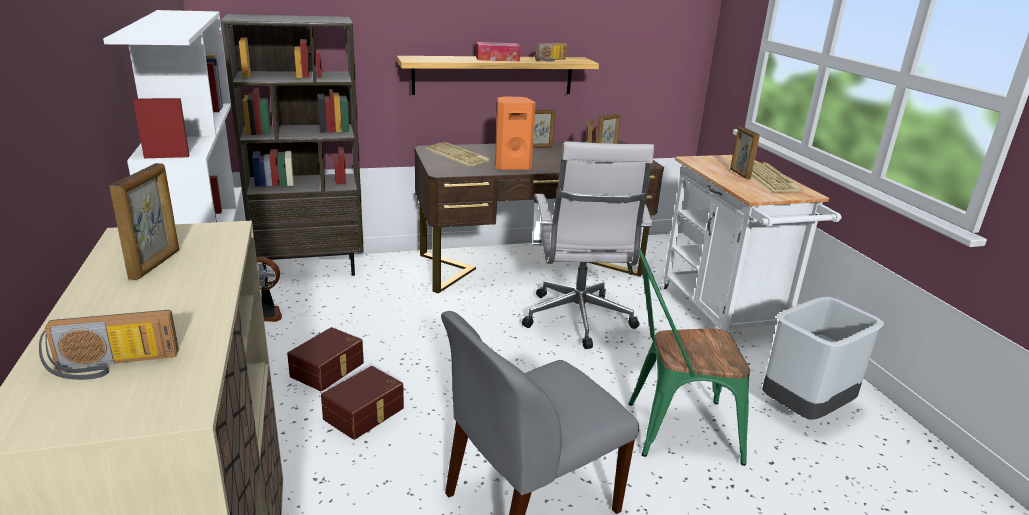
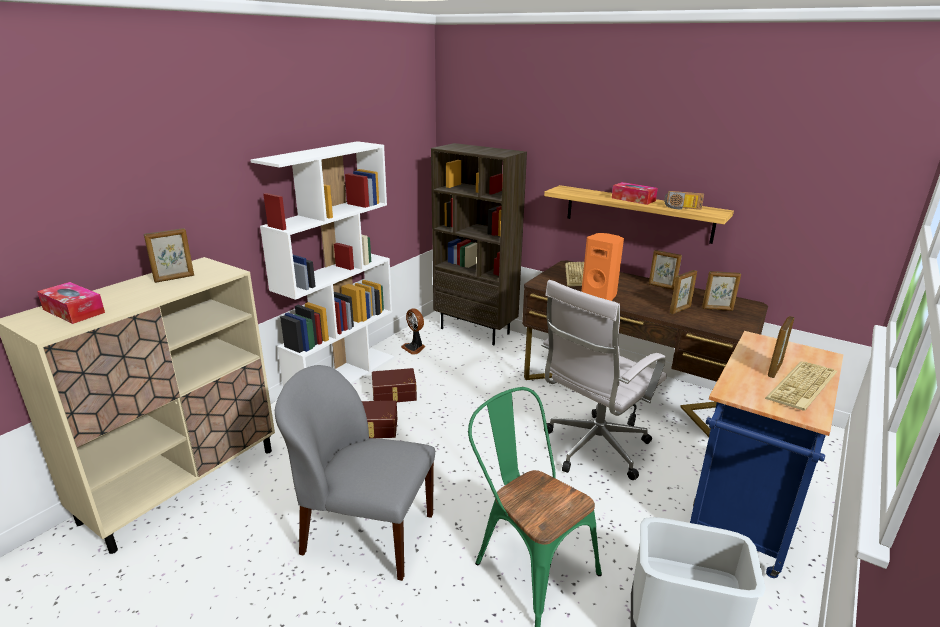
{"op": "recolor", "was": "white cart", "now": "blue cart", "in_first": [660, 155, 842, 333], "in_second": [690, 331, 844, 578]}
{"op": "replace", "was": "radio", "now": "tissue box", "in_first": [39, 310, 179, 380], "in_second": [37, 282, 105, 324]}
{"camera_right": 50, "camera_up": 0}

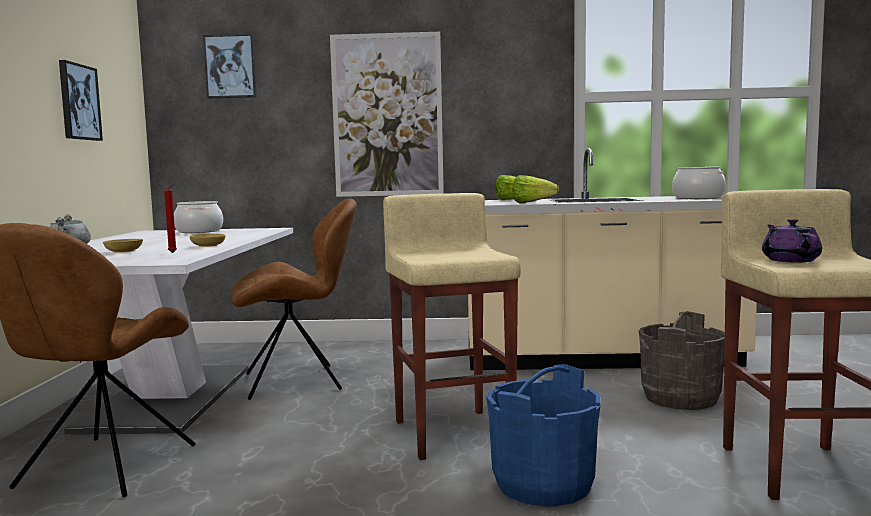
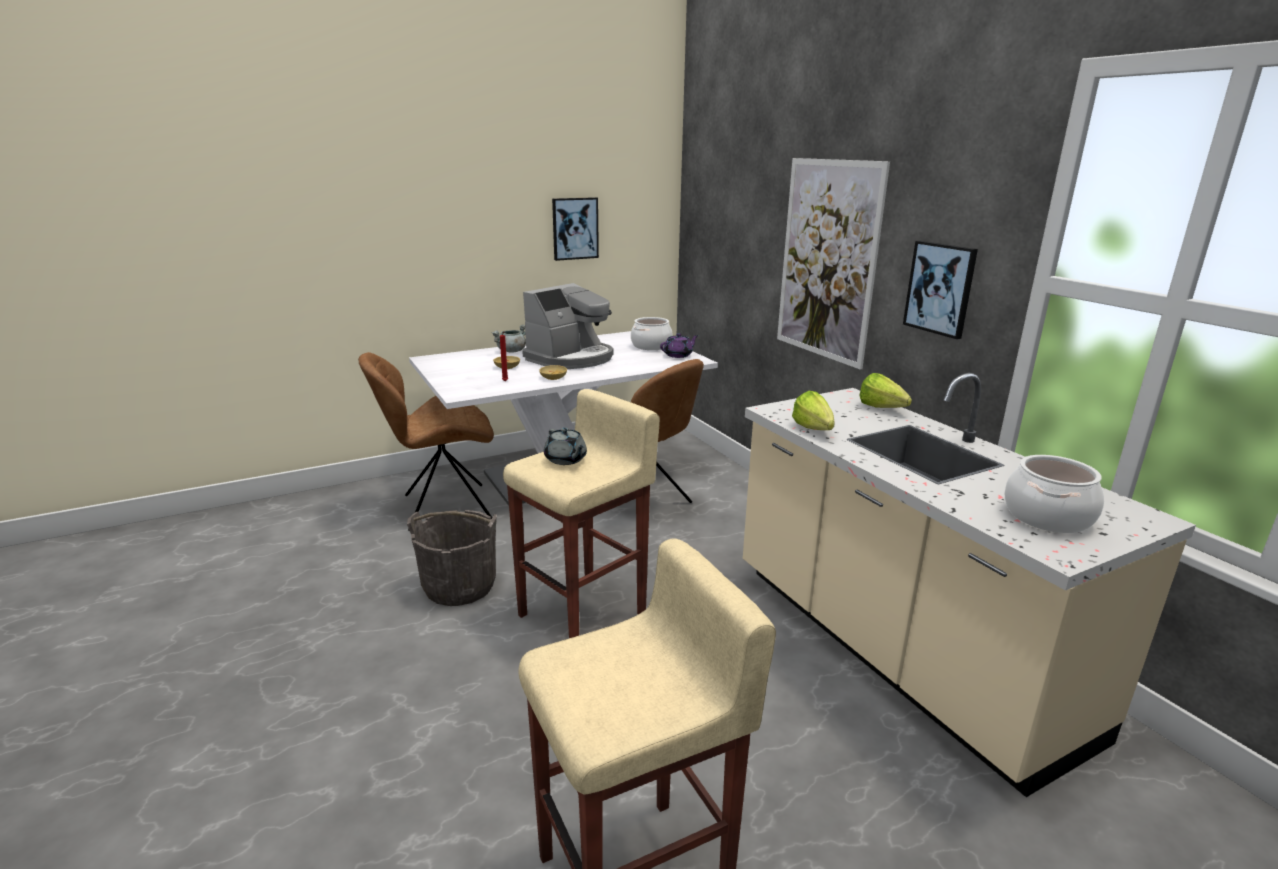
{"op": "move", "was": "picture", "in_first": [203, 34, 256, 98], "in_second": [903, 241, 978, 339]}
{"op": "move", "was": "purple teapot", "in_first": [762, 219, 822, 262], "in_second": [660, 333, 698, 358]}
{"op": "move", "was": "grey bucket", "in_first": [639, 311, 725, 410], "in_second": [407, 510, 497, 606]}
{"op": "delete", "was": "blue bucket", "in_first": [487, 364, 601, 506]}
{"op": "insert", "now": "coffee machine", "in_second": [522, 283, 614, 369]}
{"op": "insert", "now": "grey teapot", "in_second": [544, 428, 587, 465]}
{"camera_right": 60, "camera_up": 15}

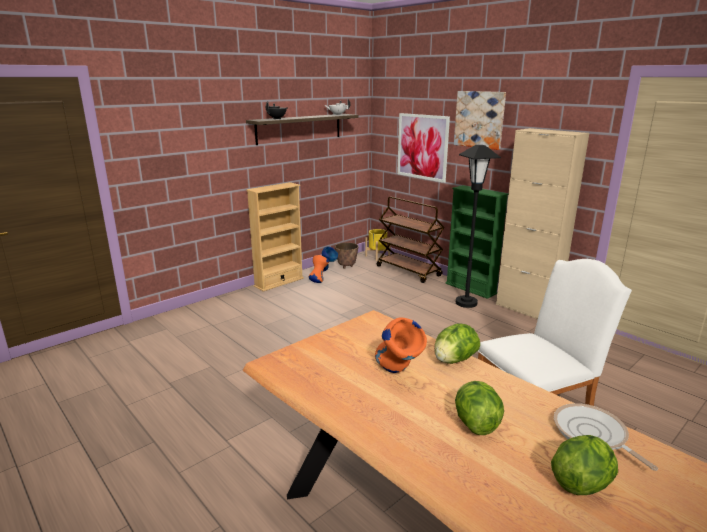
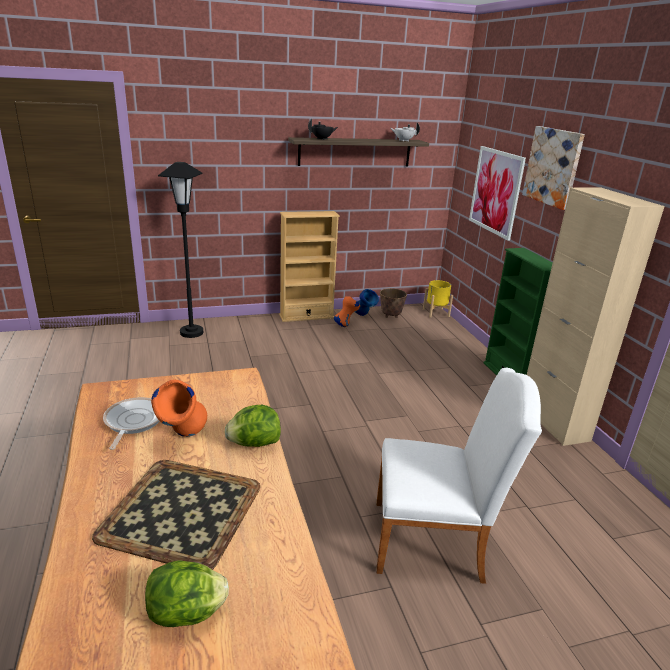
{"op": "move", "was": "black floor lamp", "in_first": [456, 145, 501, 308], "in_second": [158, 162, 203, 338]}
{"op": "delete", "was": "brown cart", "in_first": [377, 197, 445, 283]}
{"op": "replace", "was": "lettuce", "now": "tray", "in_first": [455, 381, 504, 435], "in_second": [92, 460, 261, 570]}
{"op": "move", "was": "frying pan", "in_first": [554, 403, 658, 471], "in_second": [103, 397, 160, 450]}
{"camera_right": 25, "camera_up": 5}

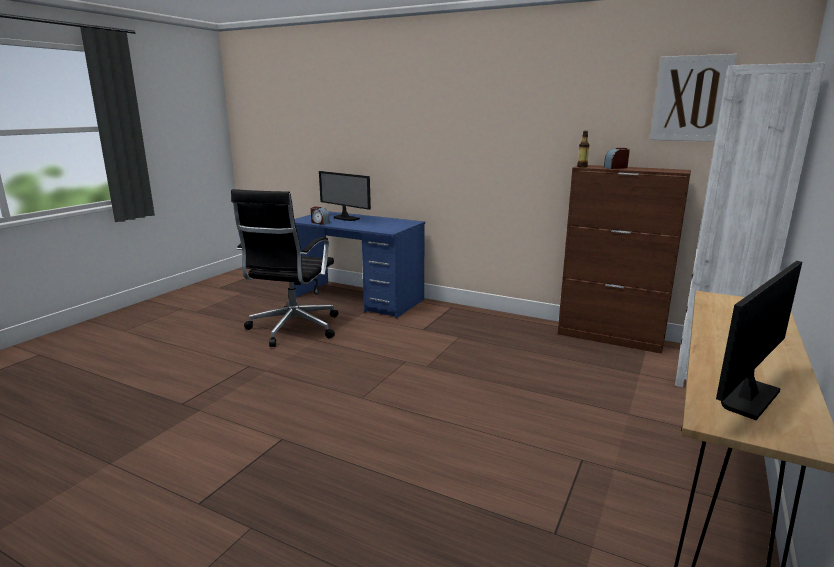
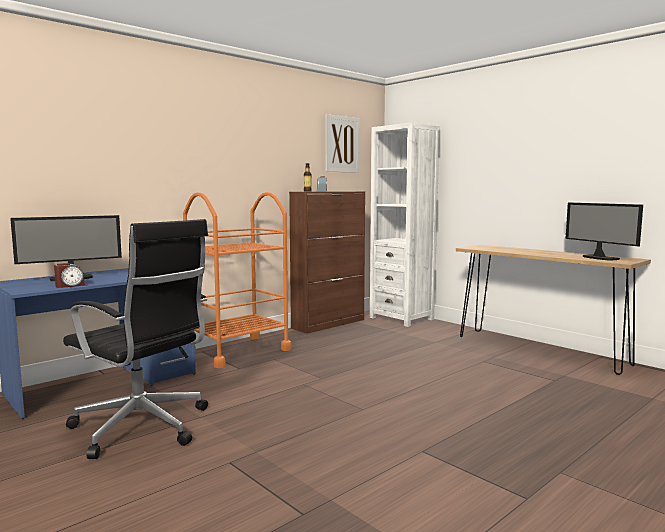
{"op": "insert", "now": "orange cart", "in_second": [183, 192, 292, 368]}
{"camera_right": -70, "camera_up": -10}

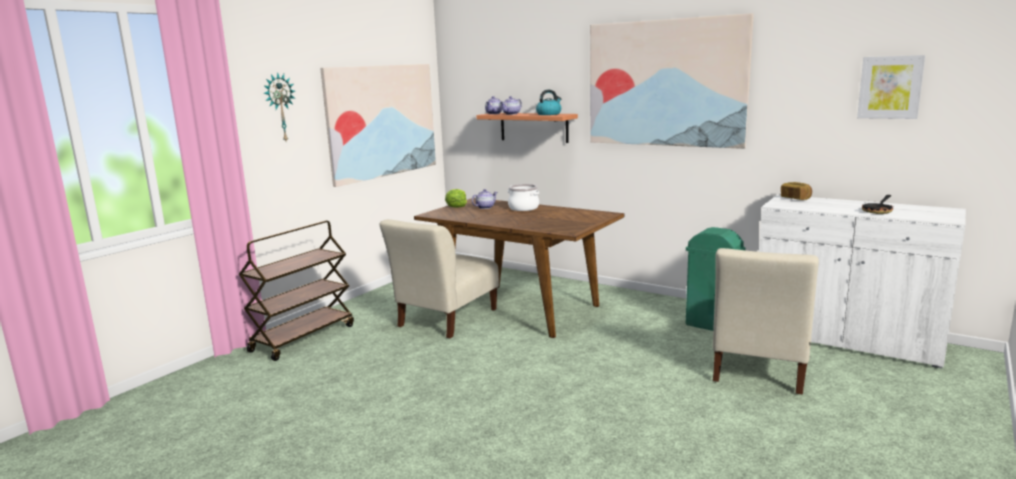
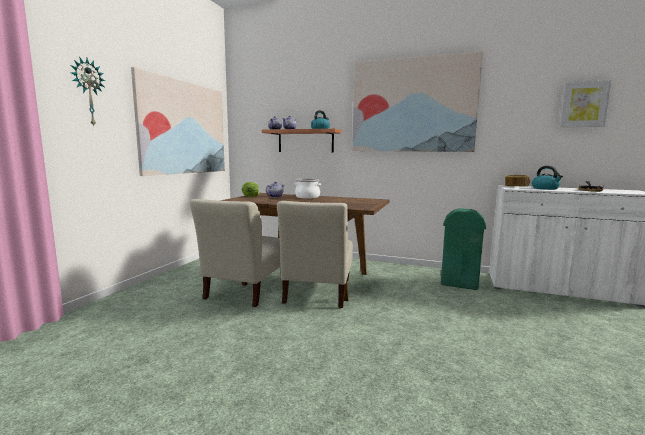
{"op": "delete", "was": "brown cart", "in_first": [239, 221, 354, 361]}
{"op": "move", "was": "beige chair", "in_first": [713, 248, 819, 394], "in_second": [277, 201, 353, 308]}
{"op": "insert", "now": "kettle", "in_second": [532, 166, 563, 190]}
{"camera_right": -15, "camera_up": -5}

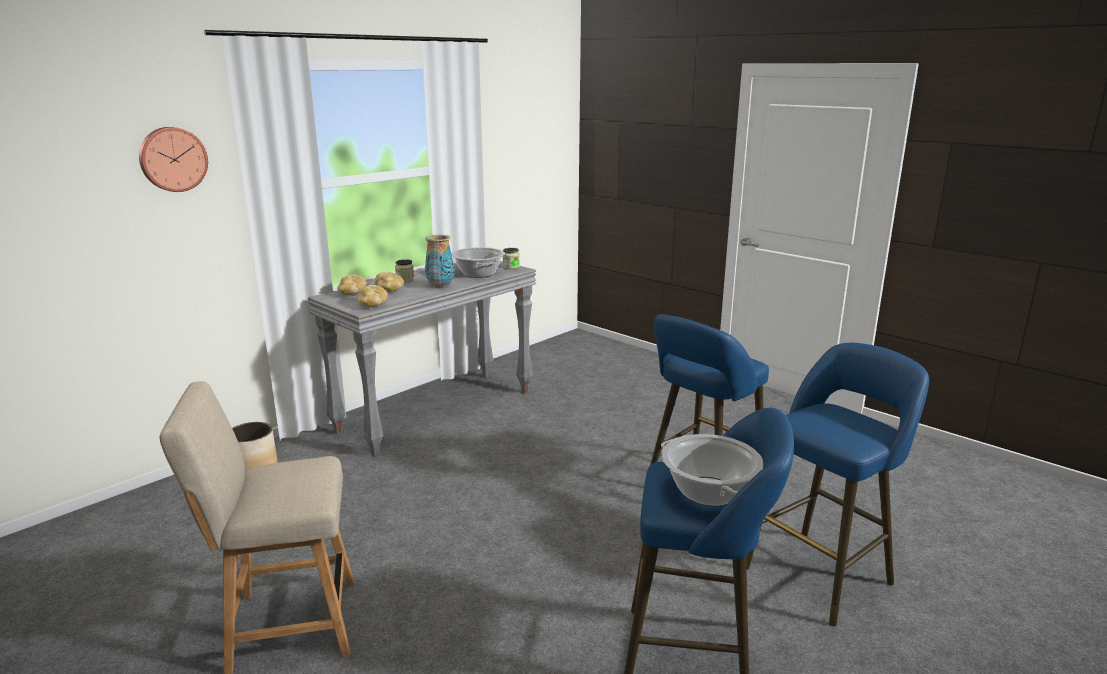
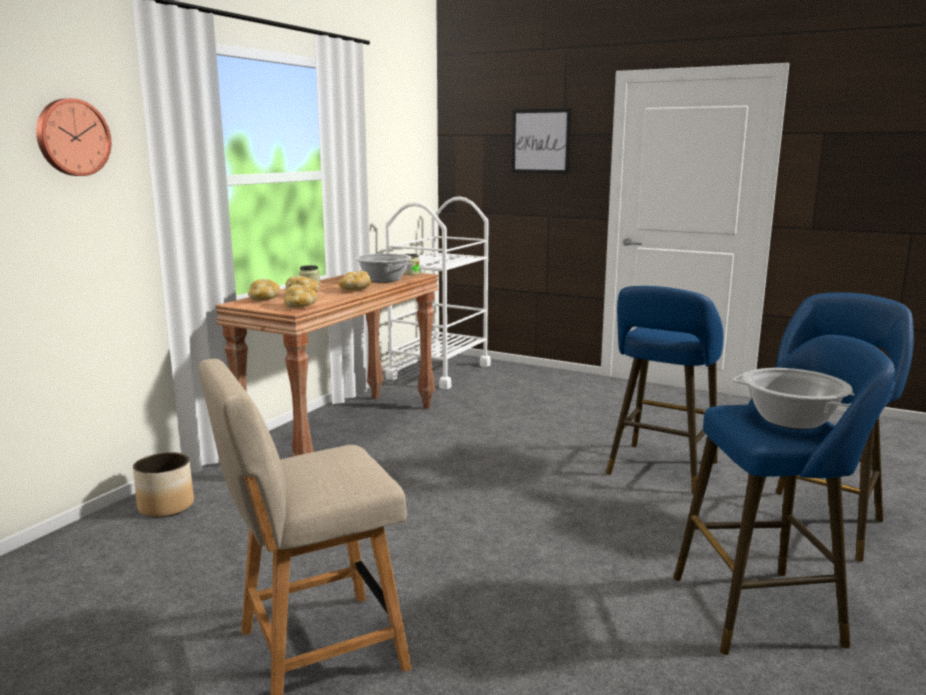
{"op": "replace", "was": "vase", "now": "bread", "in_first": [425, 235, 454, 288], "in_second": [338, 271, 371, 291]}
{"op": "recolor", "was": "grey console table", "now": "brown console table", "in_first": [308, 261, 536, 457], "in_second": [215, 270, 438, 457]}
{"op": "insert", "now": "picture", "in_second": [511, 108, 572, 174]}
{"op": "insert", "now": "white cart", "in_second": [386, 196, 491, 389]}
{"camera_right": -15, "camera_up": -5}

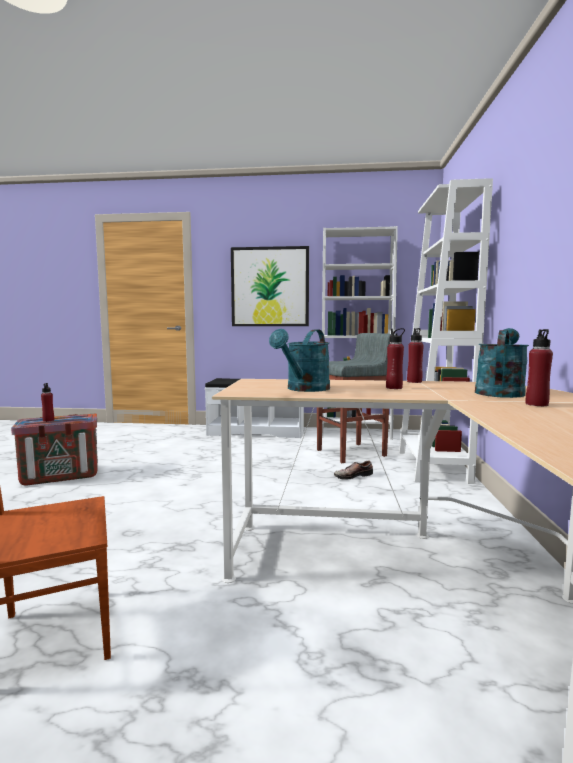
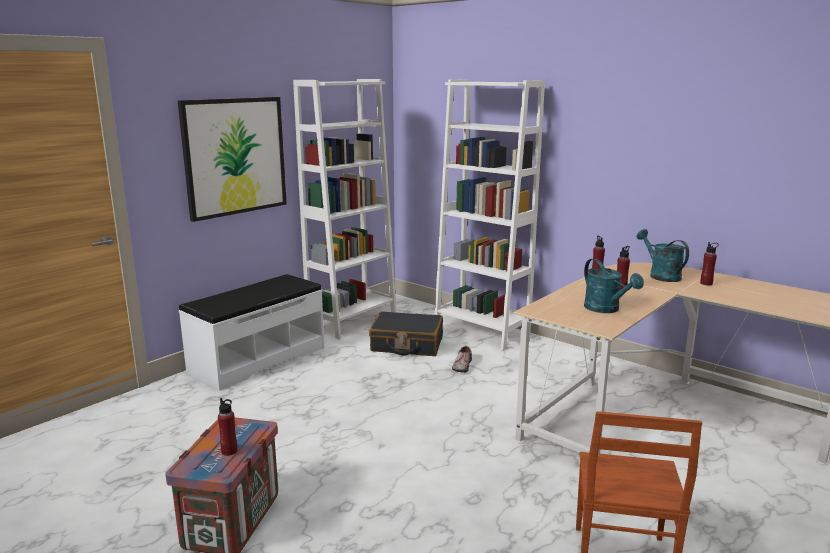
{"op": "replace", "was": "grey stool", "now": "black suitcase", "in_first": [317, 333, 391, 463], "in_second": [369, 311, 443, 356]}
{"camera_right": -55, "camera_up": 10}

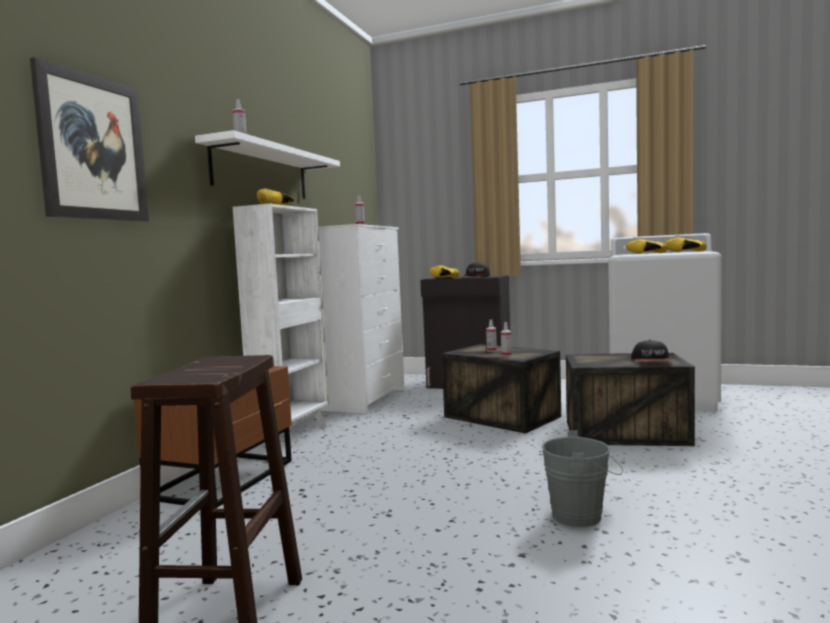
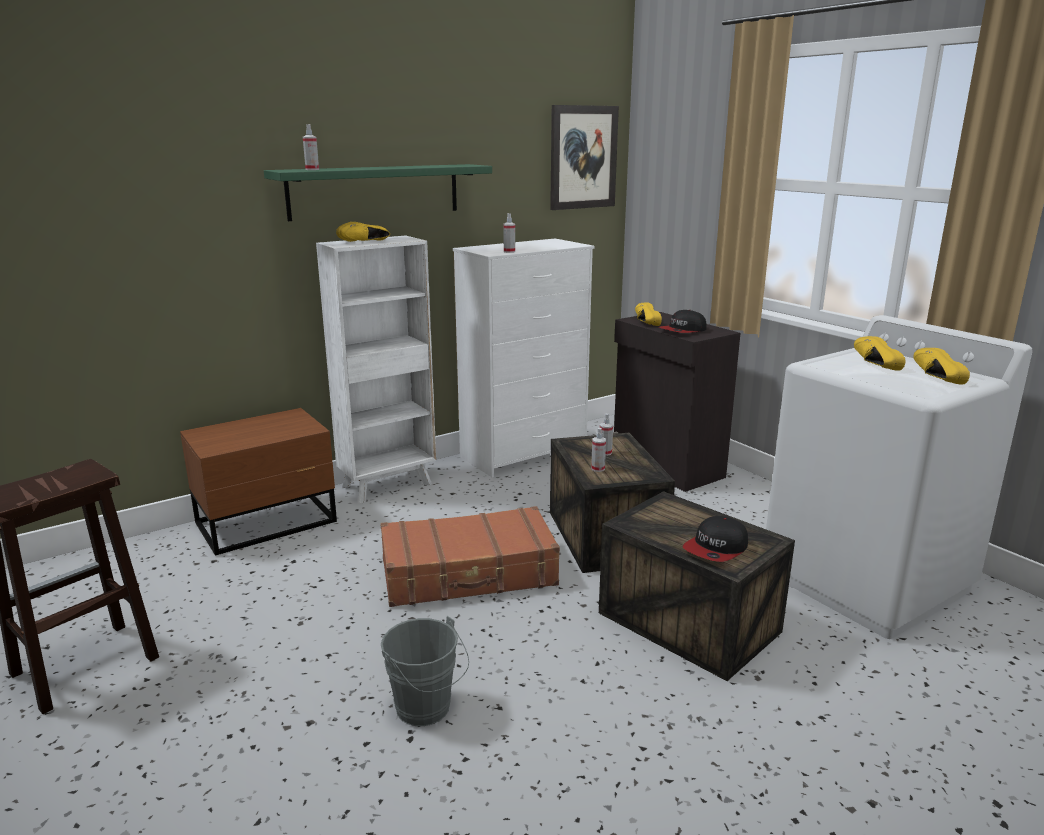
{"op": "move", "was": "picture", "in_first": [30, 57, 149, 222], "in_second": [550, 105, 619, 210]}
{"op": "recolor", "was": "white shelf", "now": "green shelf", "in_first": [195, 130, 340, 199], "in_second": [264, 164, 492, 221]}
{"op": "insert", "now": "brown suitcase", "in_second": [380, 506, 560, 607]}
{"camera_right": 35, "camera_up": 15}

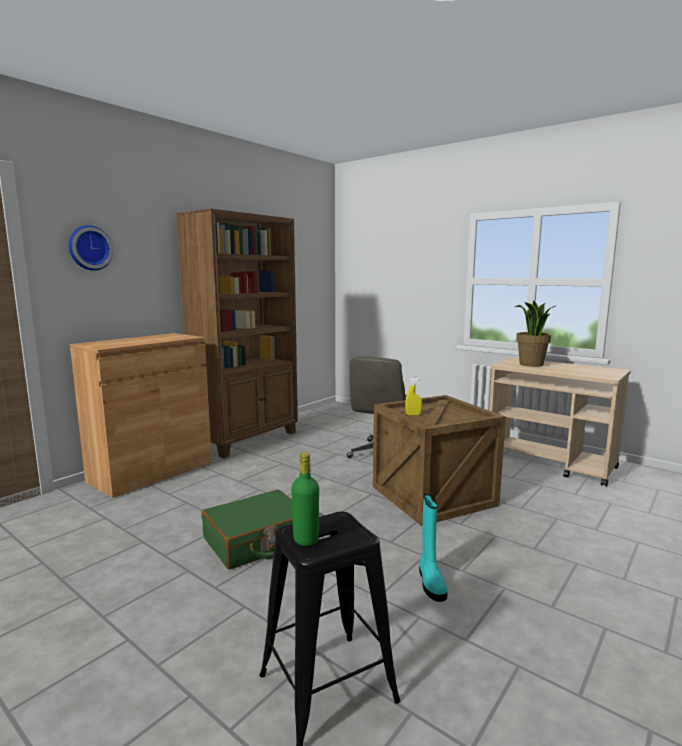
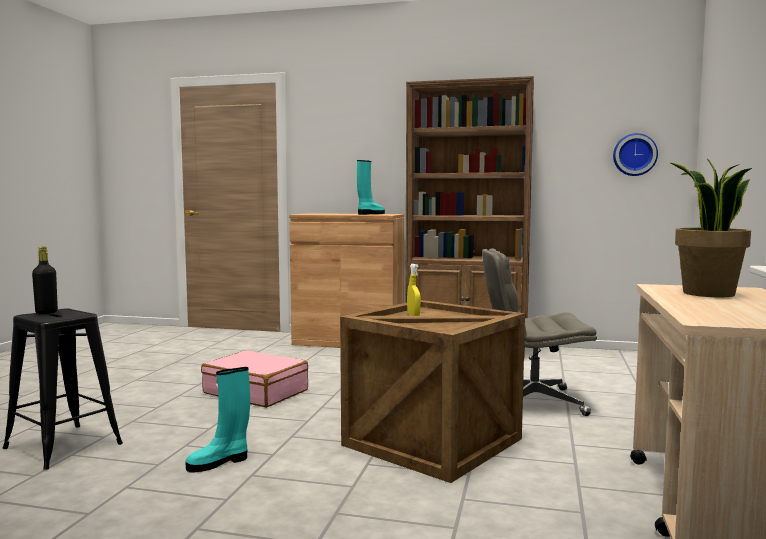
{"op": "move", "was": "wall clock", "in_first": [68, 225, 113, 271], "in_second": [613, 133, 658, 176]}
{"op": "recolor", "was": "green bottle", "now": "black bottle", "in_first": [291, 452, 319, 546], "in_second": [32, 247, 58, 314]}
{"op": "recolor", "was": "green suitcase", "now": "pink suitcase", "in_first": [201, 490, 293, 569], "in_second": [201, 350, 308, 408]}
{"op": "insert", "now": "turquoise boot", "in_second": [357, 160, 385, 215]}
{"camera_right": 65, "camera_up": -5}

